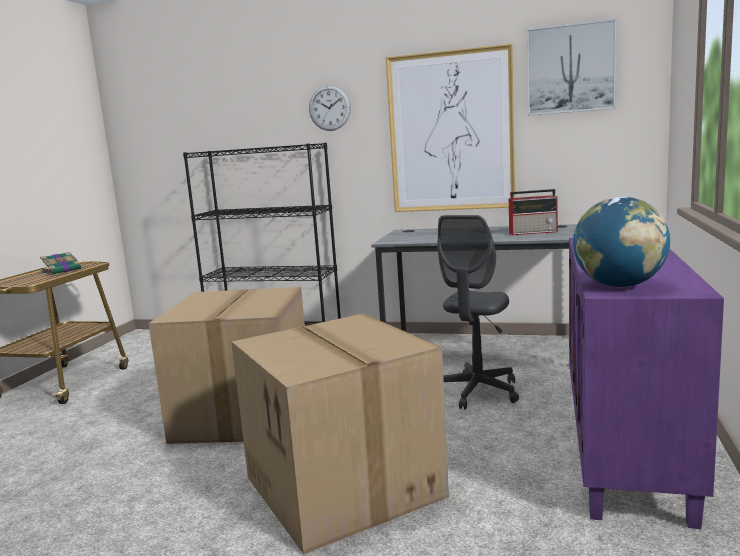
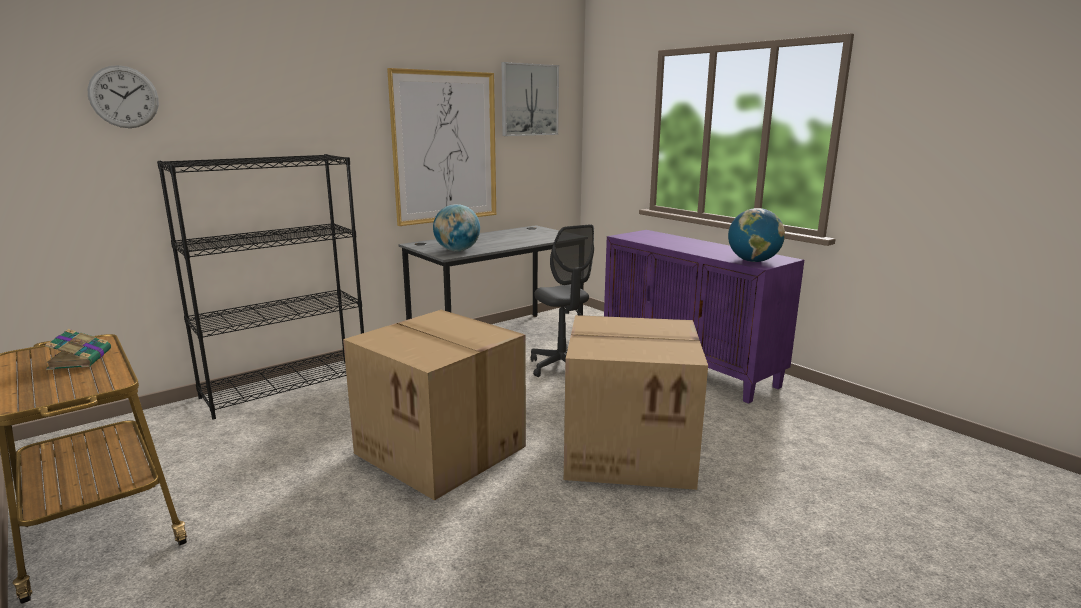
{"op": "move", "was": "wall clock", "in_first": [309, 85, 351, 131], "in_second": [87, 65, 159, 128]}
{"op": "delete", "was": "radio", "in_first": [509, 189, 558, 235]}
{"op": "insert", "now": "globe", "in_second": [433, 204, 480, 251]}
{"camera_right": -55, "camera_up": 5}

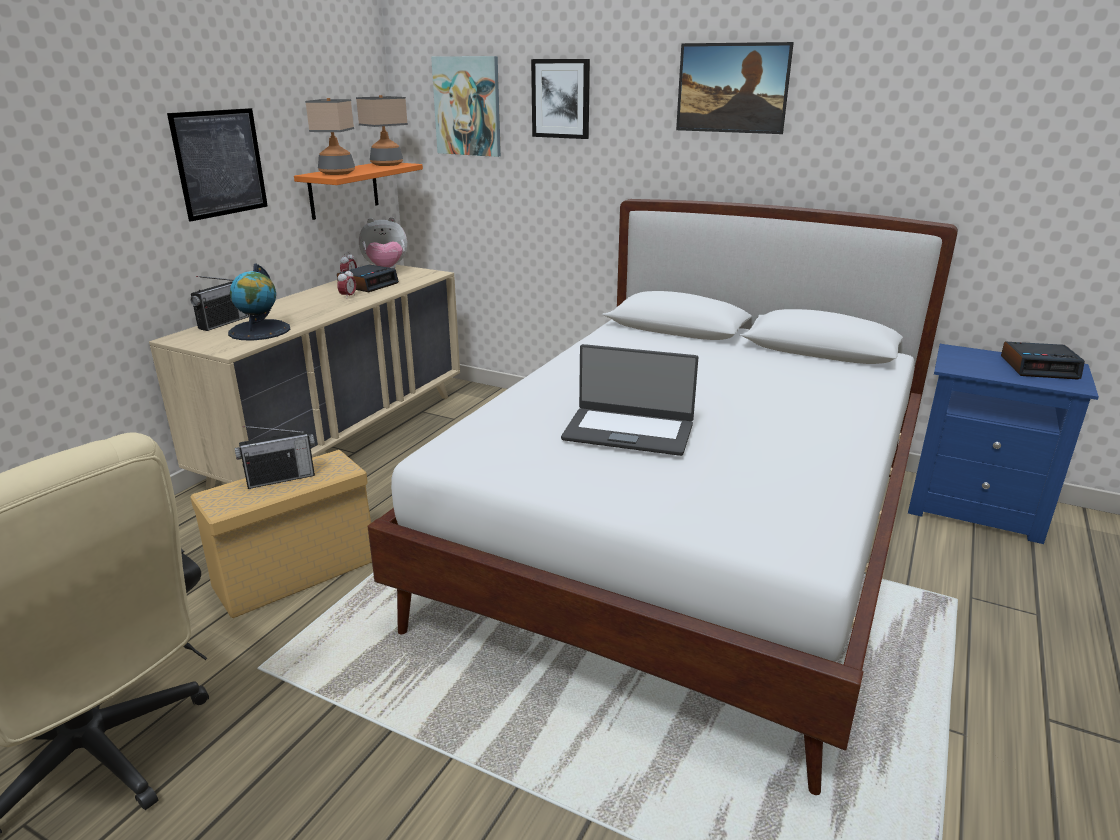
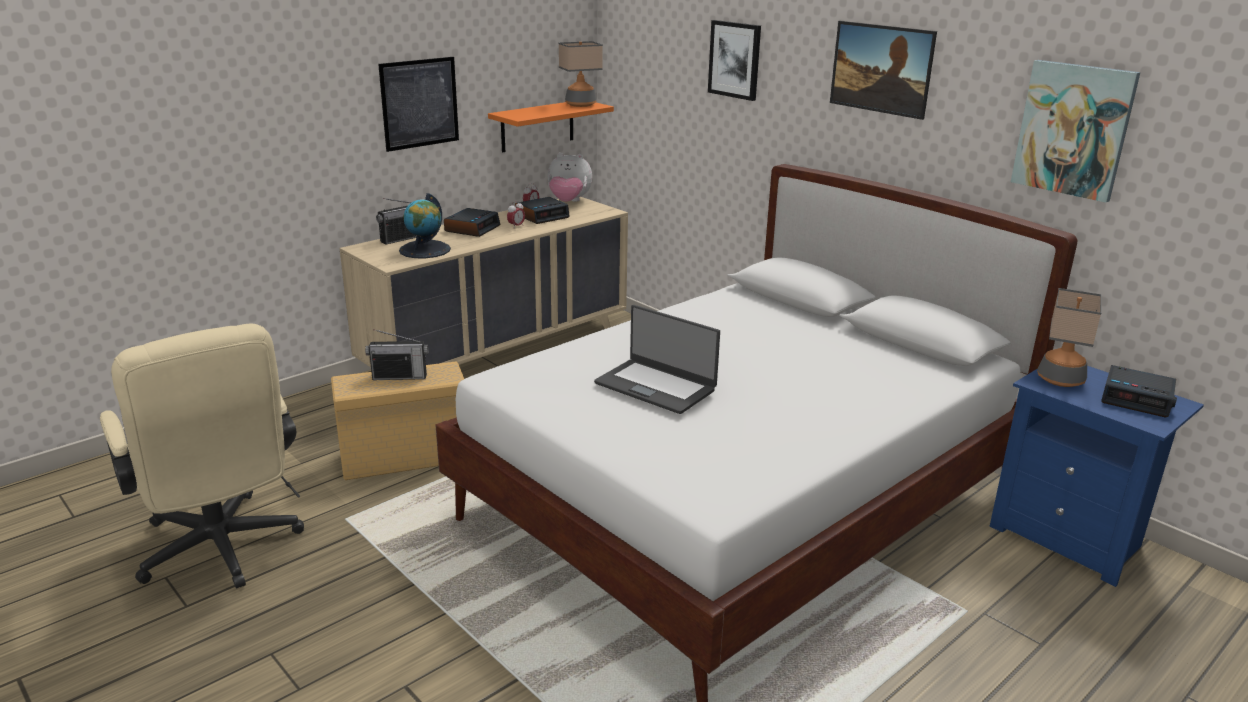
{"op": "move", "was": "picture", "in_first": [431, 56, 501, 157], "in_second": [1011, 60, 1140, 203]}
{"op": "move", "was": "table lamp", "in_first": [305, 98, 355, 175], "in_second": [1037, 288, 1102, 387]}
{"op": "insert", "now": "alarm clock", "in_second": [444, 208, 500, 237]}
{"camera_right": 20, "camera_up": 0}

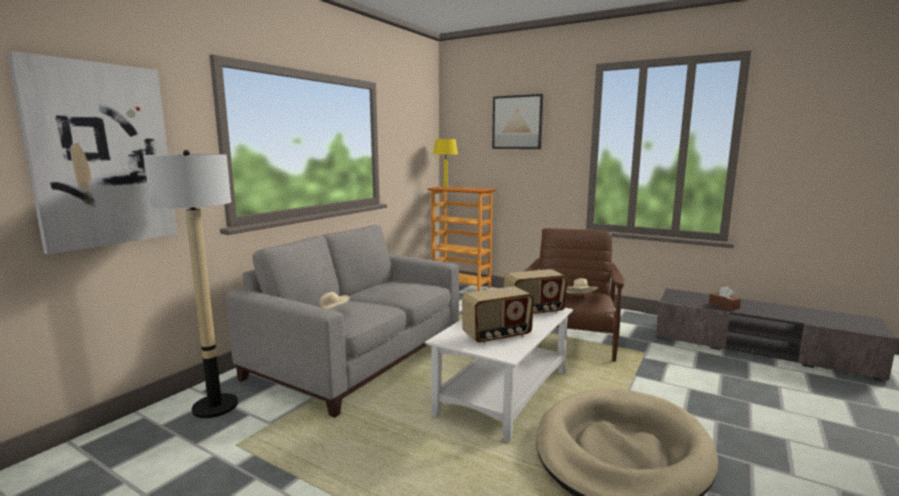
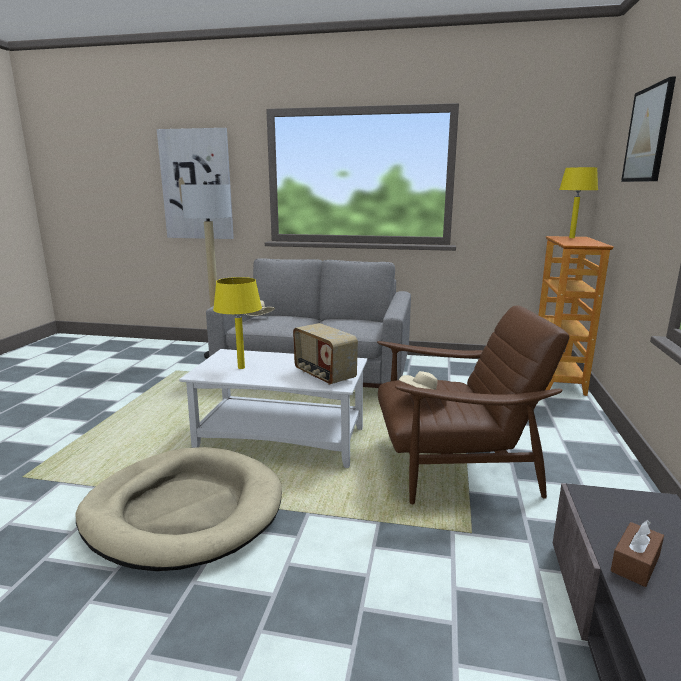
{"op": "replace", "was": "radio", "now": "yellow table lamp", "in_first": [462, 286, 534, 344], "in_second": [213, 277, 262, 369]}
{"camera_right": 70, "camera_up": 5}

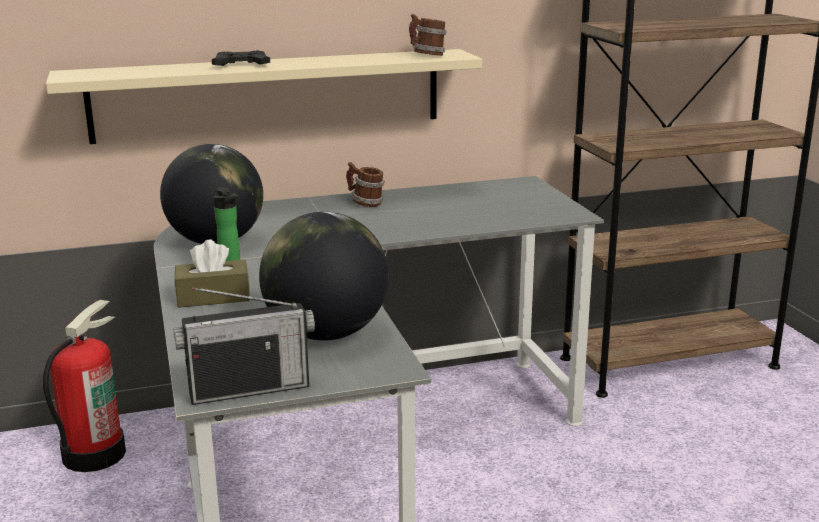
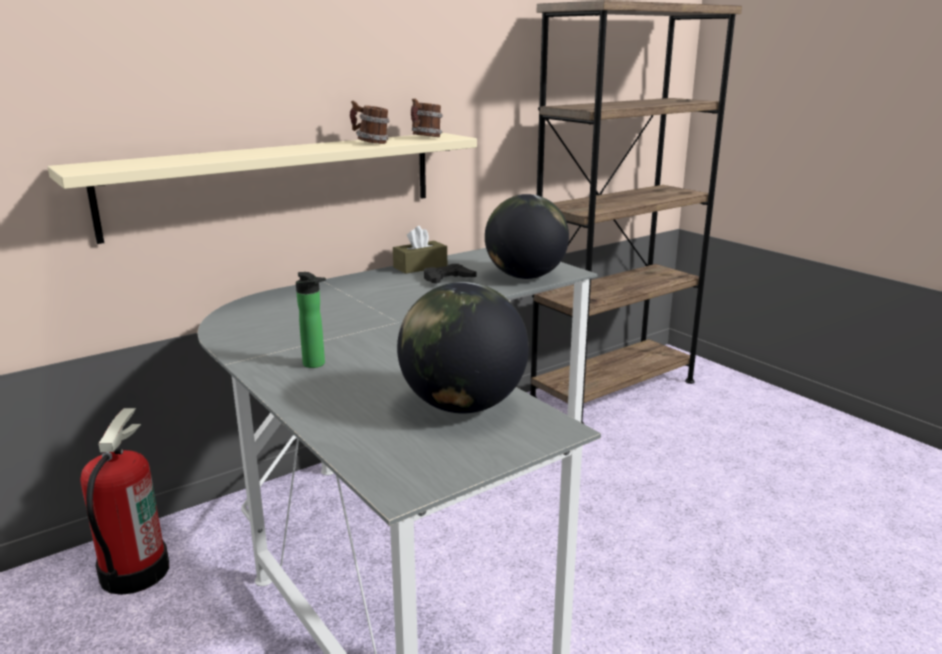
{"op": "move", "was": "black game controller", "in_first": [212, 50, 270, 66], "in_second": [424, 264, 477, 284]}
{"op": "move", "was": "globe", "in_first": [160, 144, 263, 244], "in_second": [485, 194, 569, 279]}
{"op": "move", "was": "mug", "in_first": [346, 162, 385, 207], "in_second": [350, 100, 390, 144]}
{"op": "move", "was": "brown tissue box", "in_first": [175, 240, 250, 308], "in_second": [393, 226, 447, 274]}
{"op": "delete", "was": "radio", "in_first": [174, 287, 315, 405]}
{"camera_right": -20, "camera_up": 0}

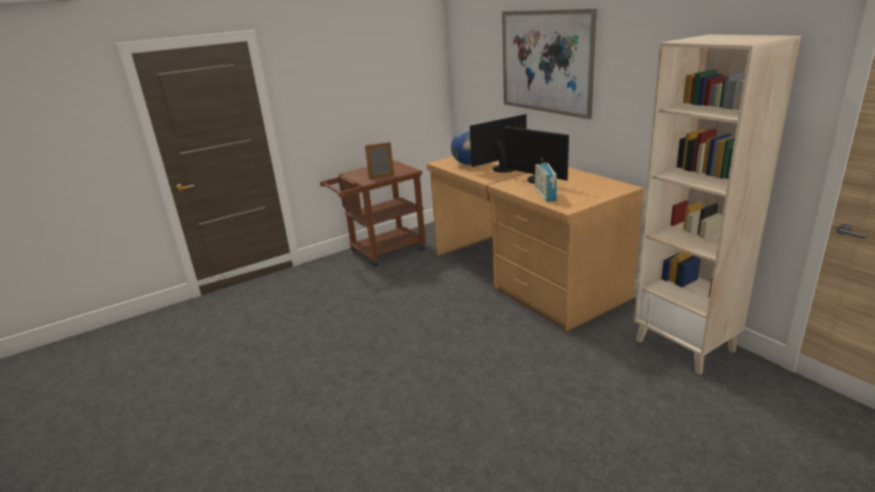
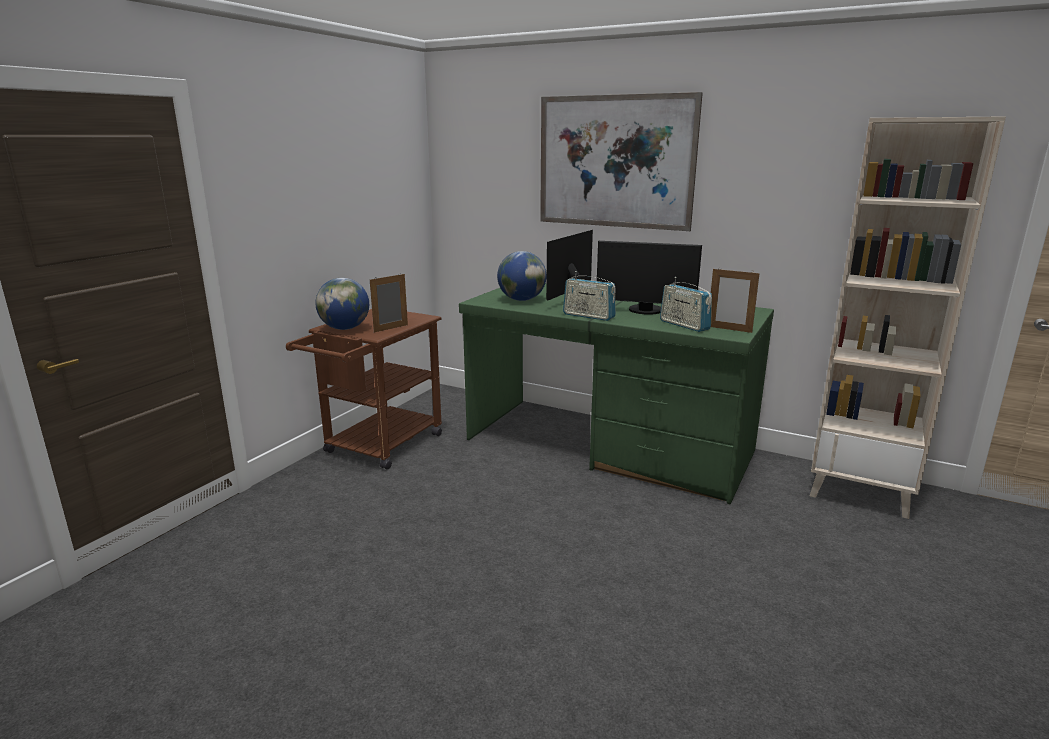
{"op": "recolor", "was": "brown desk", "now": "green desk", "in_first": [427, 157, 644, 333], "in_second": [459, 283, 774, 504]}
{"op": "insert", "now": "picture frame", "in_second": [711, 267, 760, 333]}
{"op": "insert", "now": "radio", "in_second": [563, 271, 616, 321]}
{"op": "insert", "now": "globe", "in_second": [316, 278, 369, 330]}
{"camera_right": -30, "camera_up": -5}

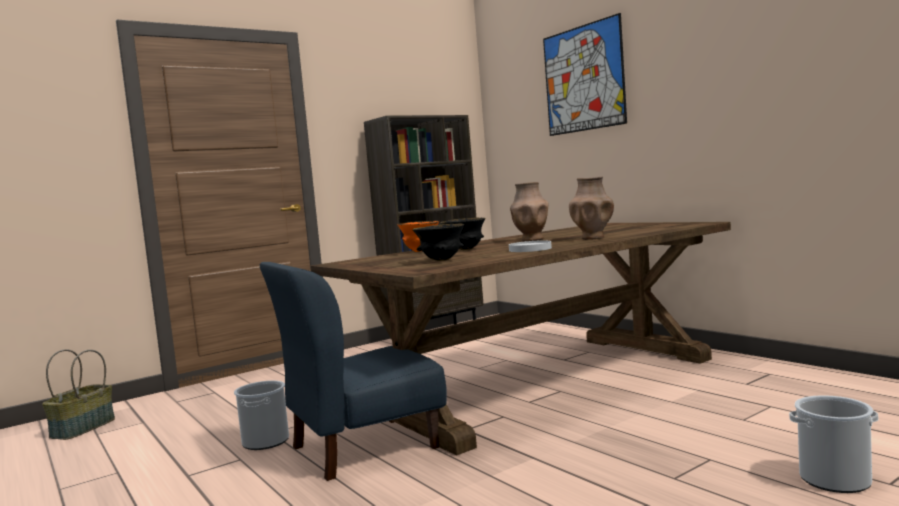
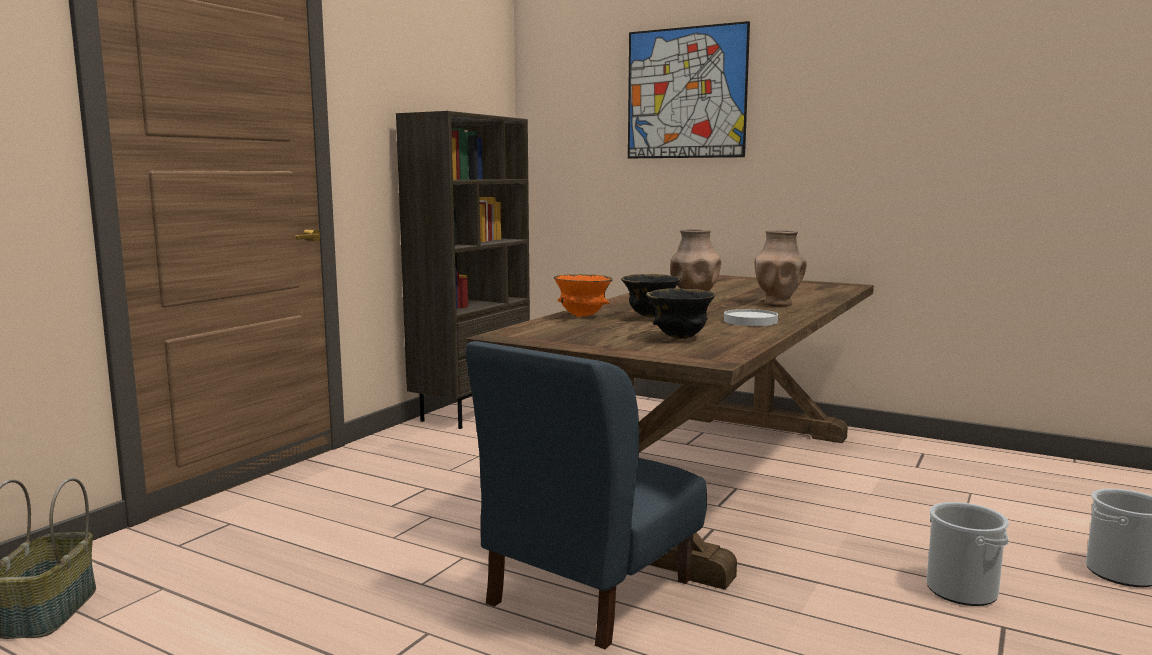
{"op": "move", "was": "bucket", "in_first": [234, 380, 289, 450], "in_second": [926, 502, 1009, 606]}
{"camera_right": -25, "camera_up": 5}

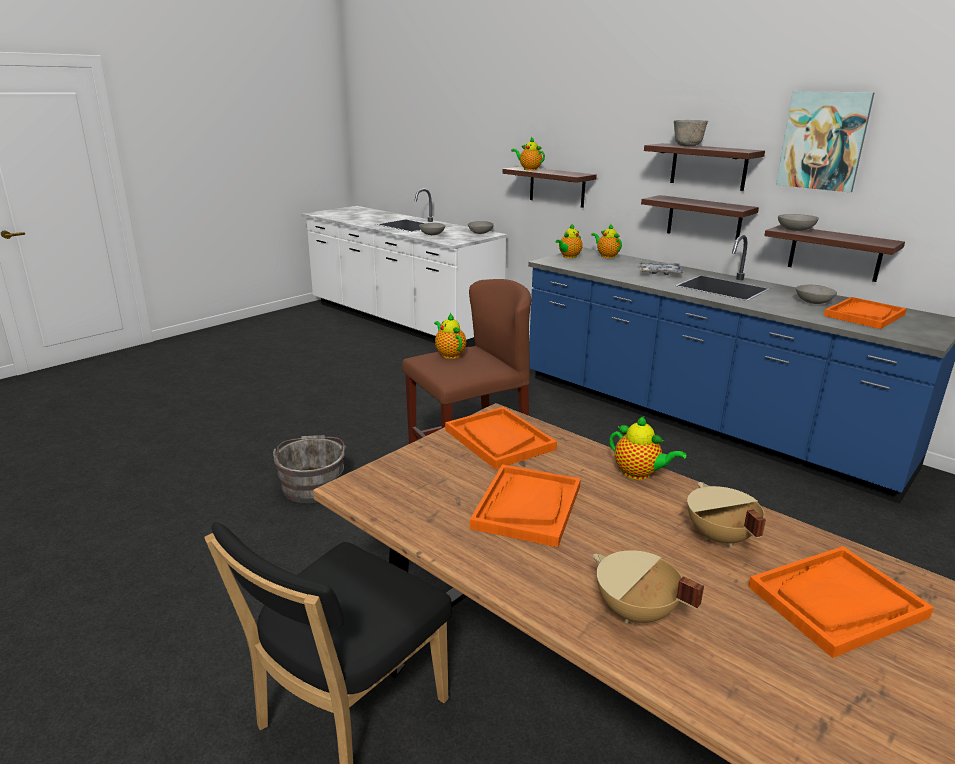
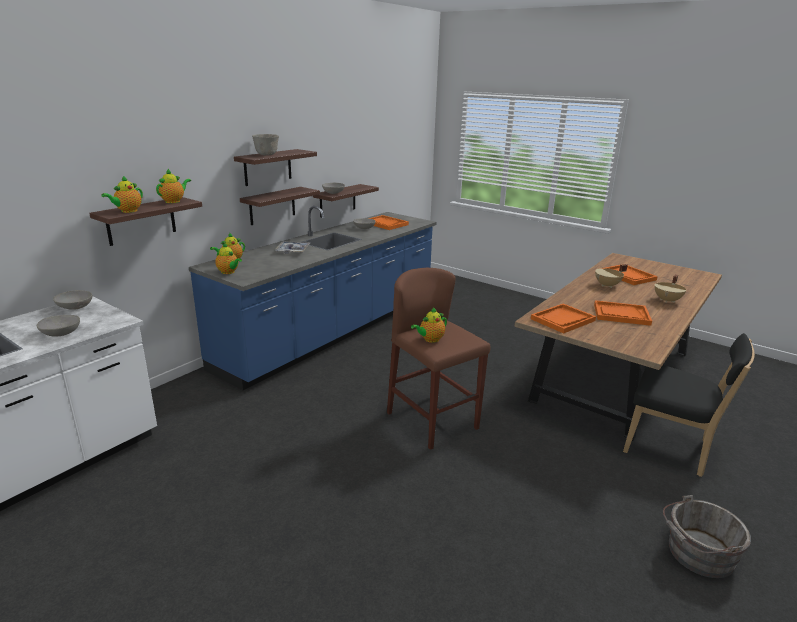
{"op": "delete", "was": "picture", "in_first": [776, 91, 875, 192]}
{"op": "move", "was": "teapot", "in_first": [610, 416, 686, 480], "in_second": [156, 169, 191, 203]}
{"op": "move", "was": "grey bucket", "in_first": [273, 435, 346, 503], "in_second": [663, 495, 751, 578]}
{"camera_right": -95, "camera_up": 0}

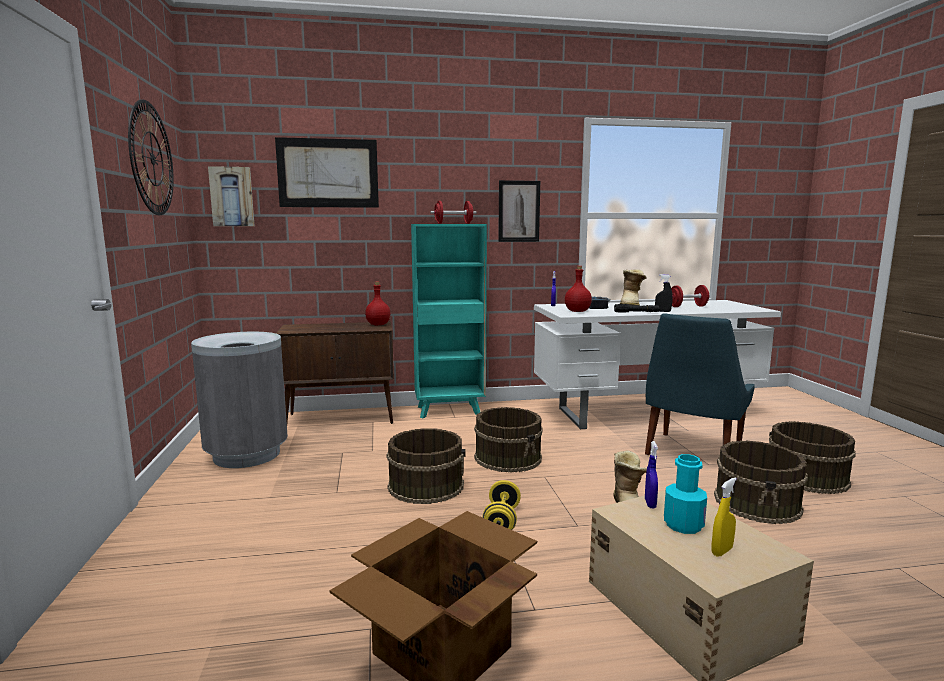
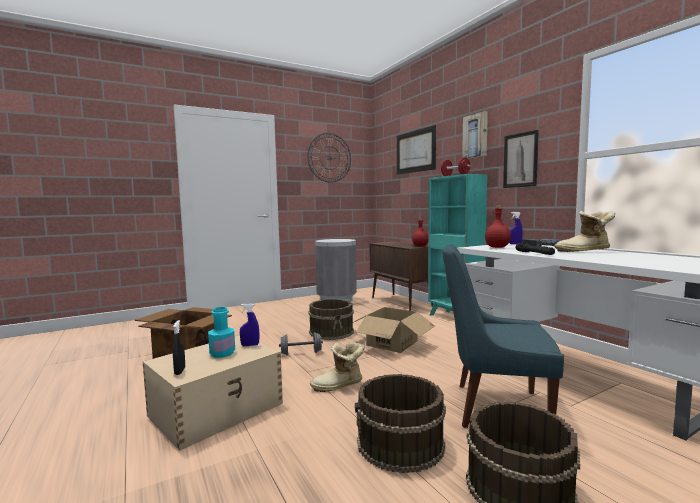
{"op": "move", "was": "picture", "in_first": [208, 166, 255, 226], "in_second": [462, 111, 488, 159]}
{"op": "move", "was": "black spray bottle", "in_first": [655, 274, 673, 312], "in_second": [173, 320, 185, 375]}
{"op": "delete", "was": "red dumbbell", "in_first": [671, 285, 710, 307]}
{"op": "replace", "was": "brown bucket", "now": "cardboard box", "in_first": [474, 407, 543, 473], "in_second": [352, 307, 435, 353]}
{"op": "delete", "was": "yellow spray bottle", "in_first": [711, 477, 737, 557]}
{"op": "recolor", "was": "yellow dumbbell", "now": "grey dumbbell", "in_first": [482, 480, 521, 530], "in_second": [279, 332, 323, 355]}
{"camera_right": 70, "camera_up": -5}

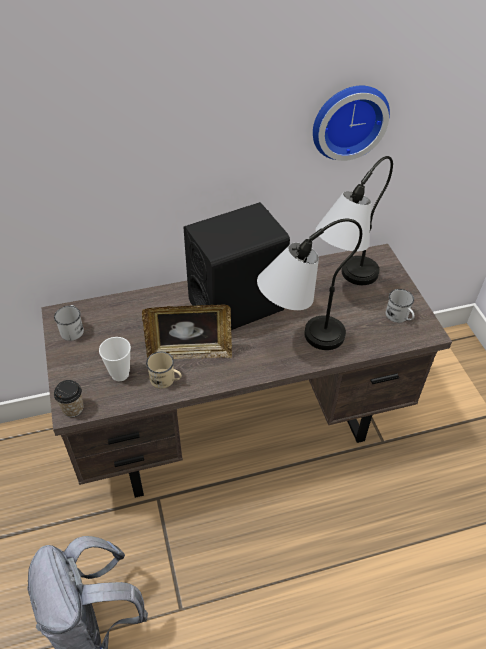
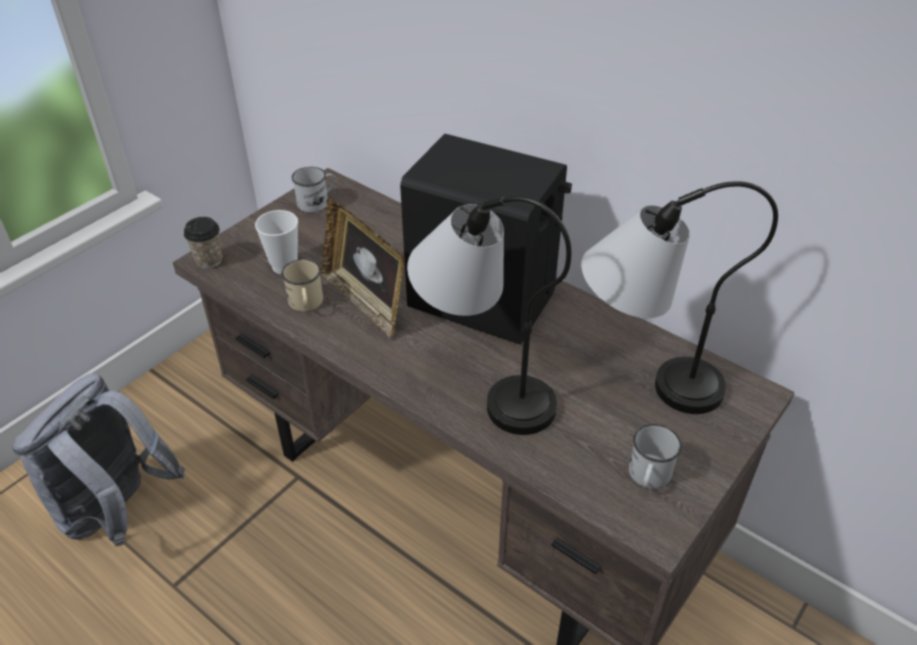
{"op": "delete", "was": "wall clock", "in_first": [313, 86, 390, 161]}
{"camera_right": 55, "camera_up": -5}

